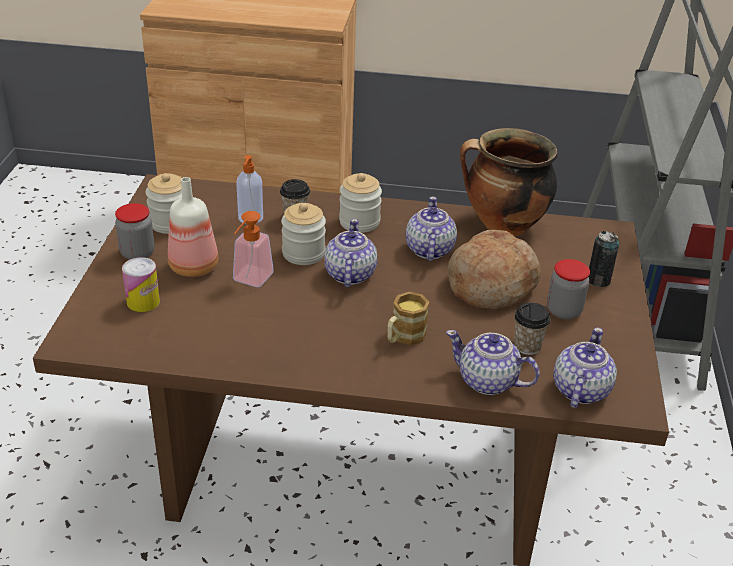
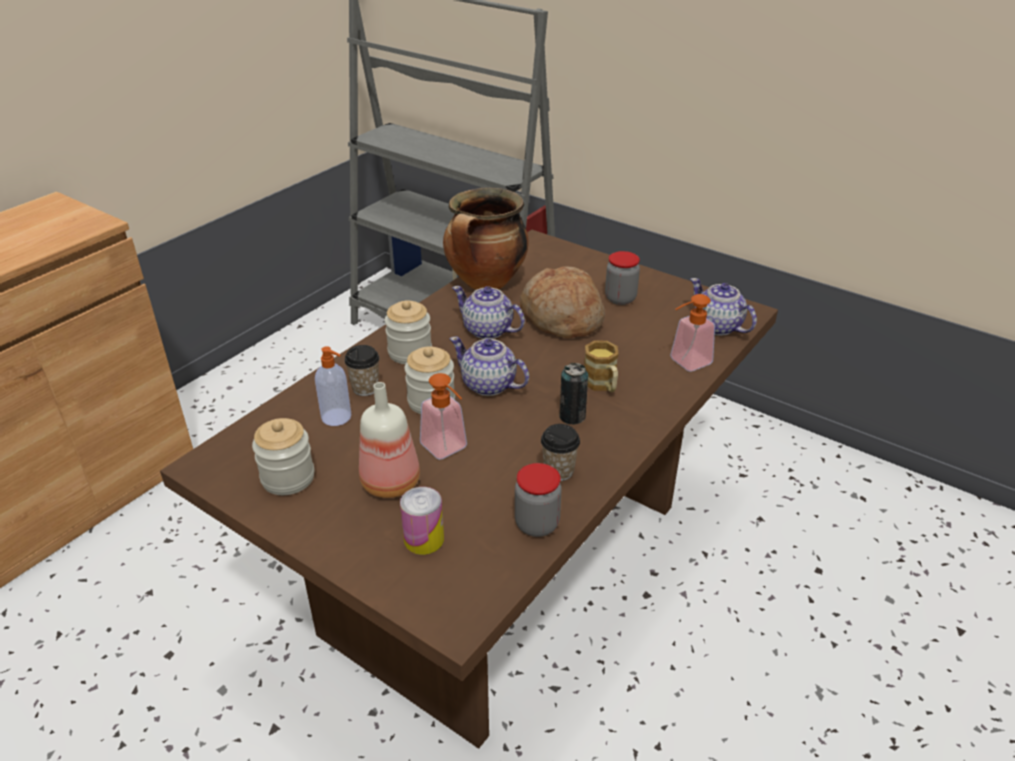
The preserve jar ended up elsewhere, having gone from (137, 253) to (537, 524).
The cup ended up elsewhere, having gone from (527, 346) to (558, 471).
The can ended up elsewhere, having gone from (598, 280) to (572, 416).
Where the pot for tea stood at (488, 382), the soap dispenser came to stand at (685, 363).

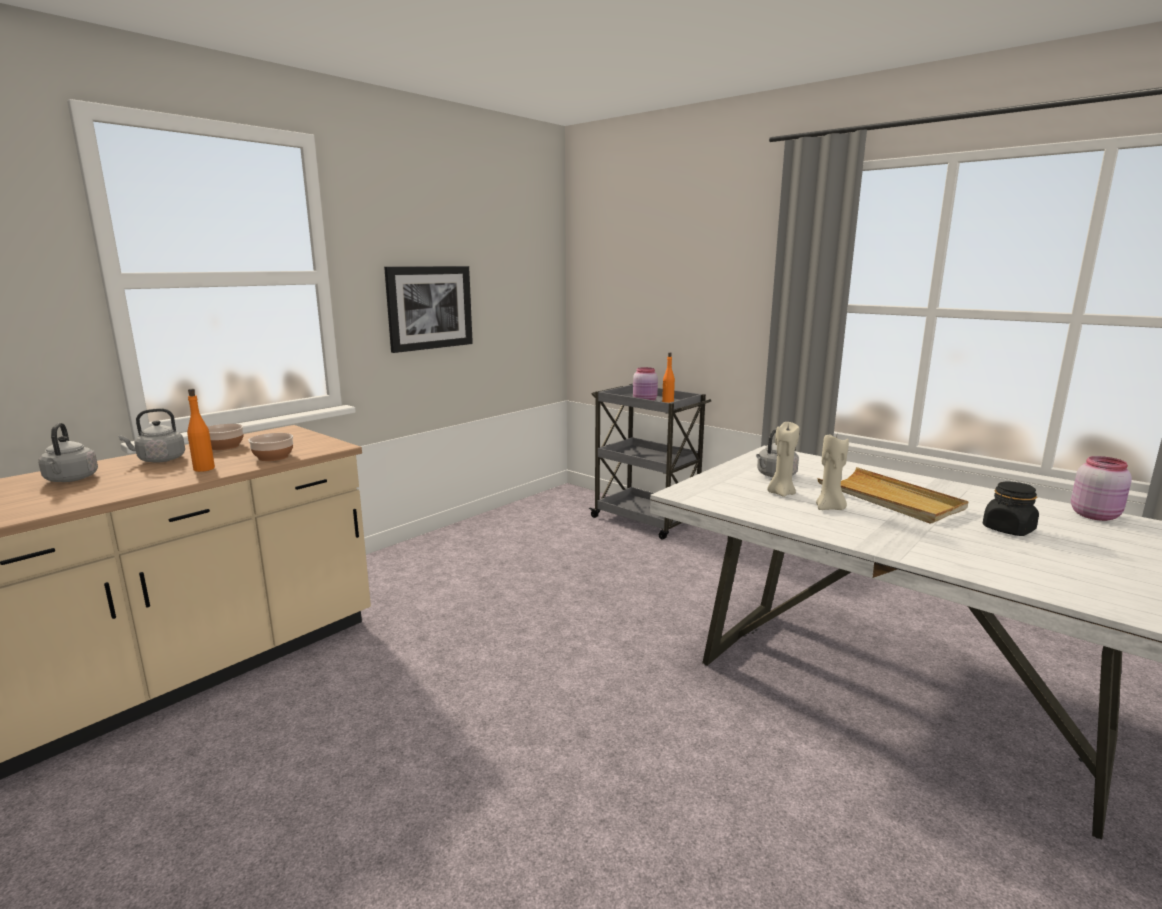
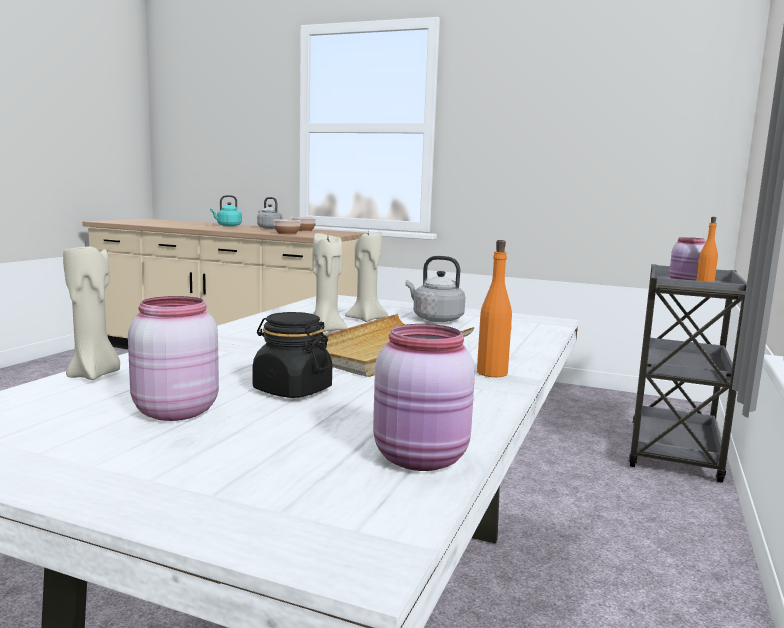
The second view gained the beige candle at (94, 375).
The second view gained the pinkish preserve jar at (173, 411).
What was the gray kettle at (71, 479) turned into the blue-green kettle at (228, 226).
The orange-coloured drink bottle ended up elsewhere, having gone from (204, 468) to (492, 373).
The second view lost the wall picture at (429, 307).

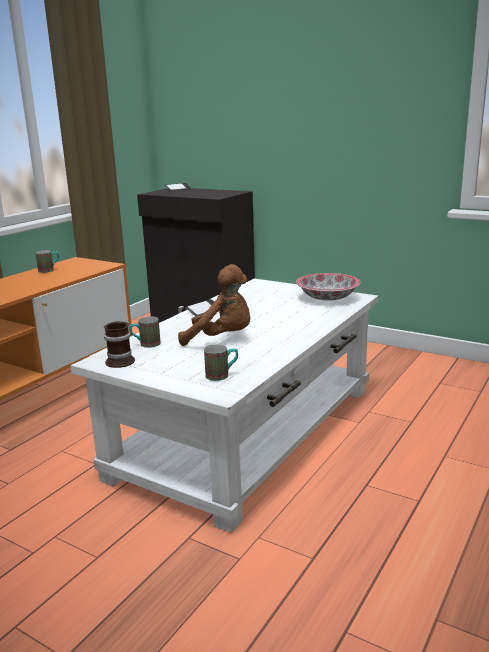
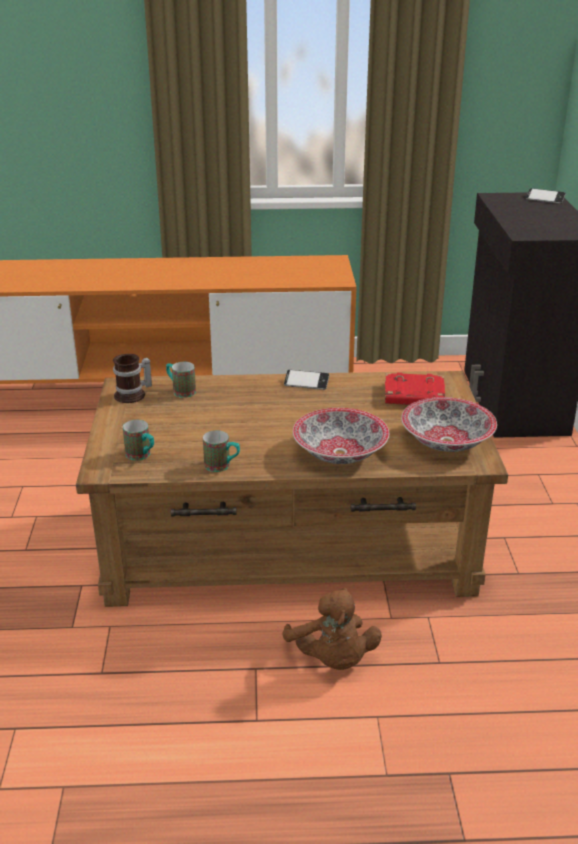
What was the white low table at (247, 431) turned into the brownish low table at (287, 544).
The coffee mug ended up elsewhere, having gone from (49, 270) to (222, 466).
The brownish soft toy ended up elsewhere, having gone from (221, 338) to (332, 660).
The second view gained the serving bowl at (339, 453).
The second view gained the reddish volume at (413, 396).

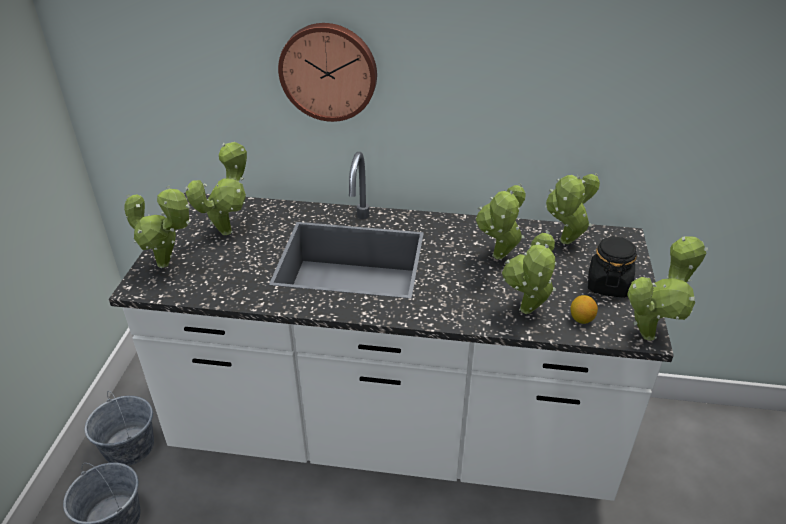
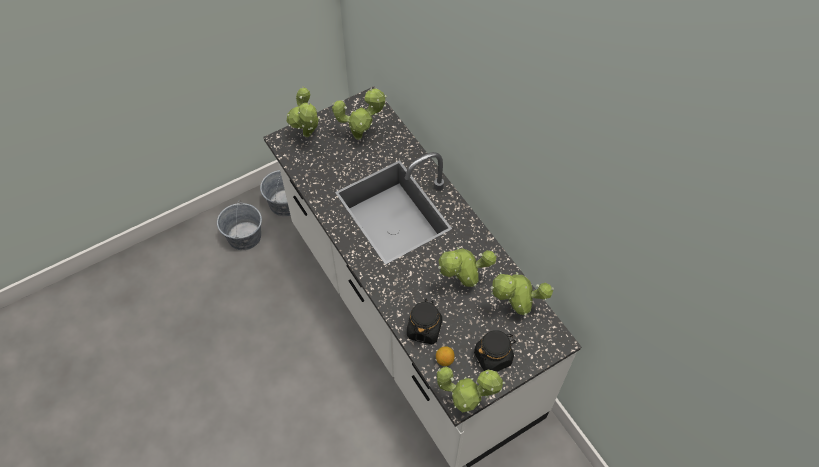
Where the potted plant stood at (526, 313), the blackish preserve jar came to stand at (424, 329).
The second view lost the clock on the wall at (329, 71).

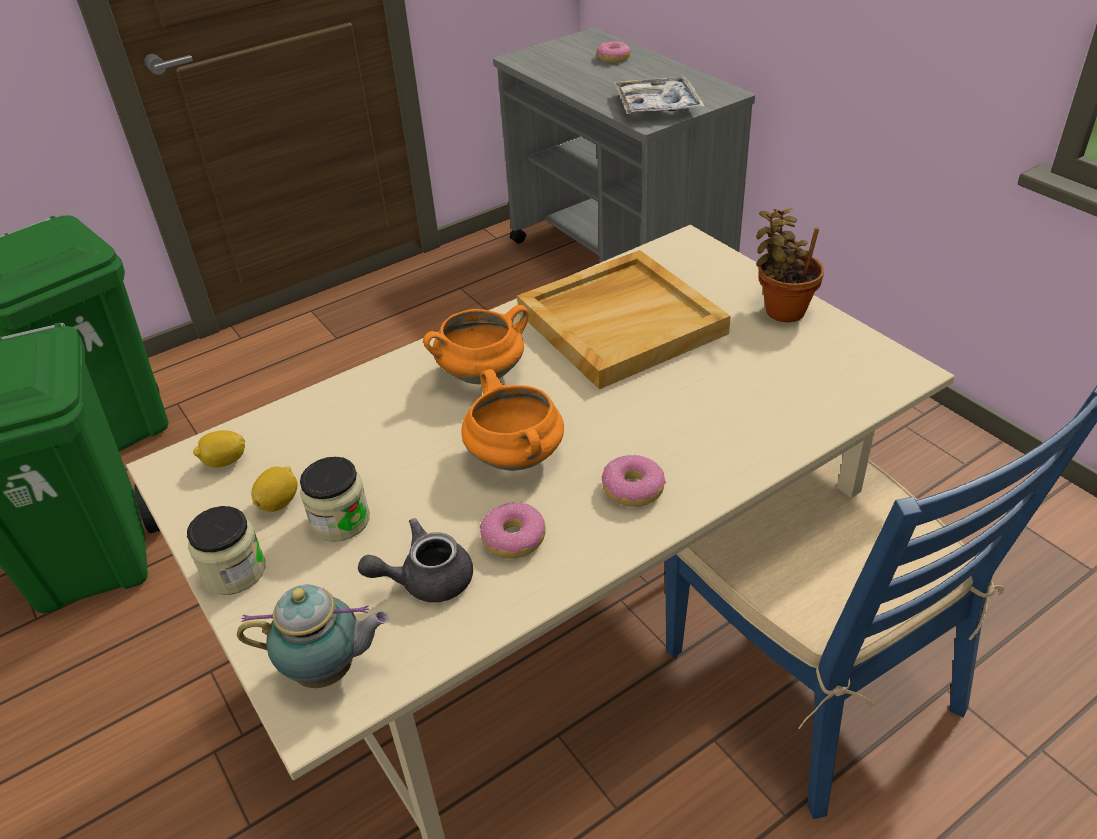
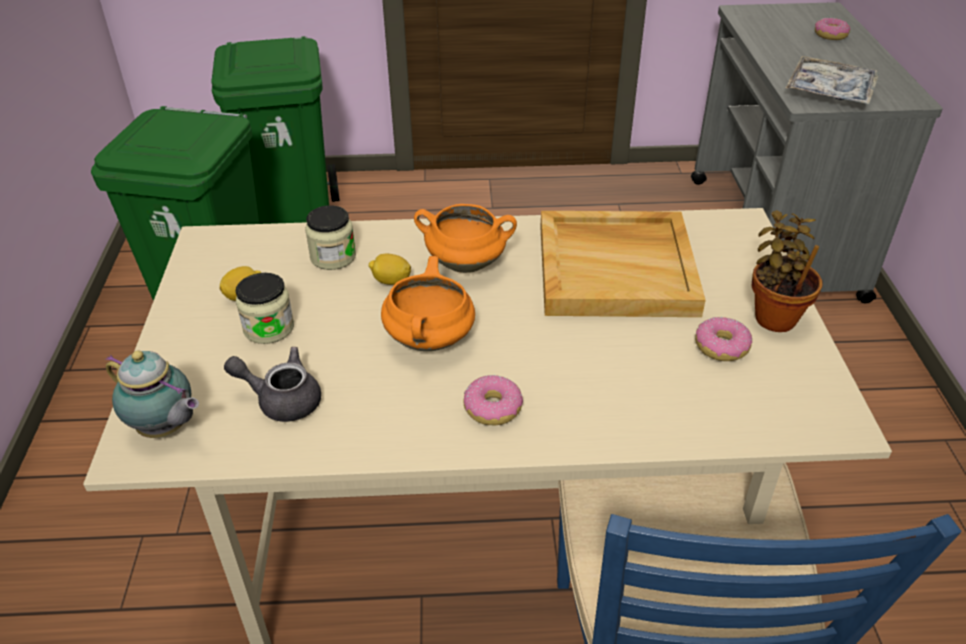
The preserve jar ended up elsewhere, having gone from (234, 571) to (333, 257).
The whole lemon ended up elsewhere, having gone from (225, 462) to (391, 281).
The ring doughnut ended up elsewhere, having gone from (514, 539) to (721, 347).

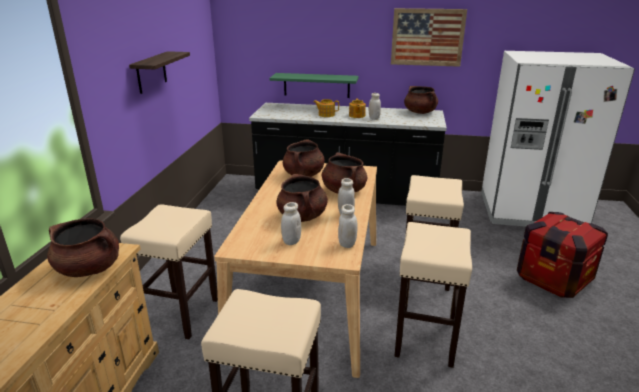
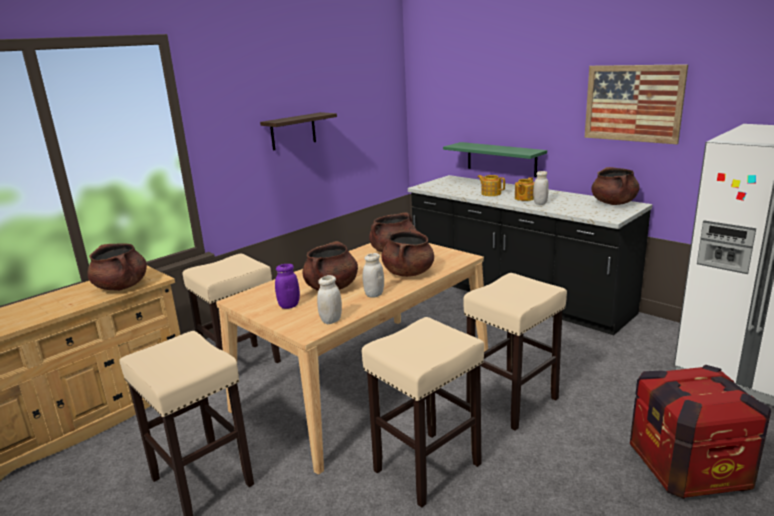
What was the white preserve jar at (291, 241) turned into the purple preserve jar at (289, 305).

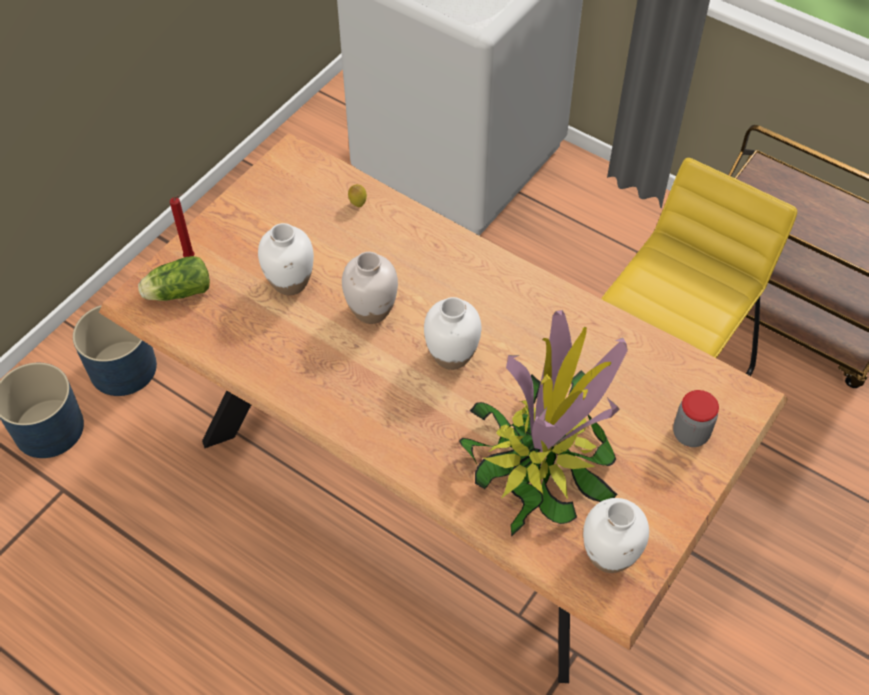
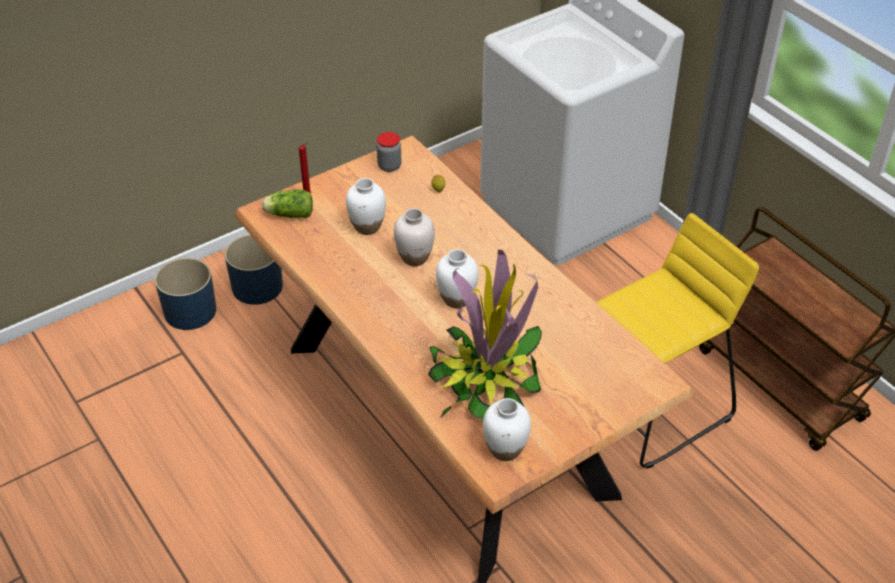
The preserve jar ended up elsewhere, having gone from (690, 434) to (389, 166).

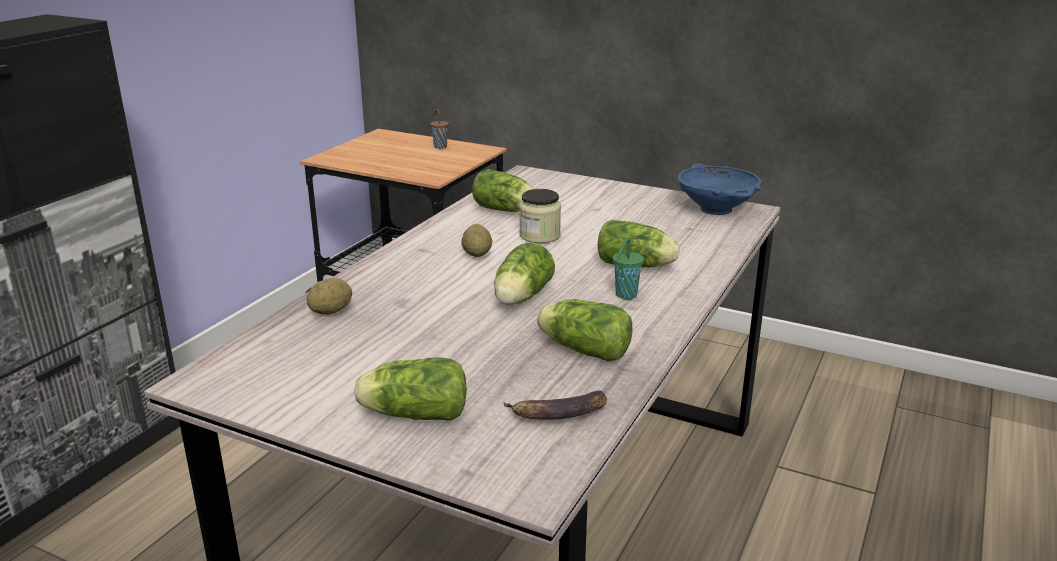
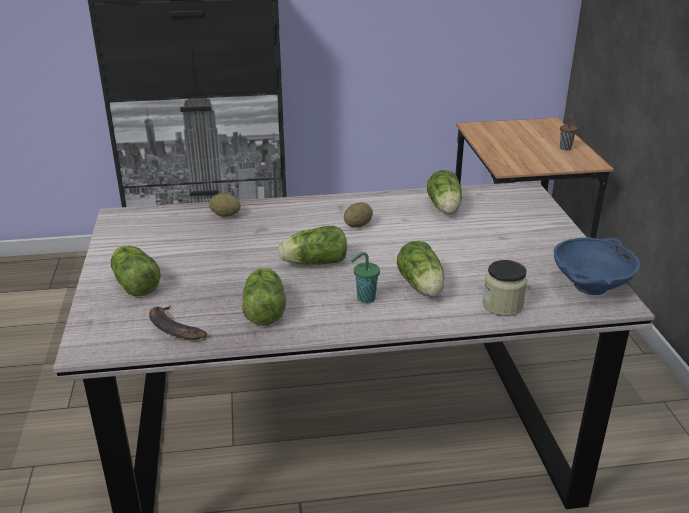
The preserve jar ended up elsewhere, having gone from (539, 236) to (502, 305).

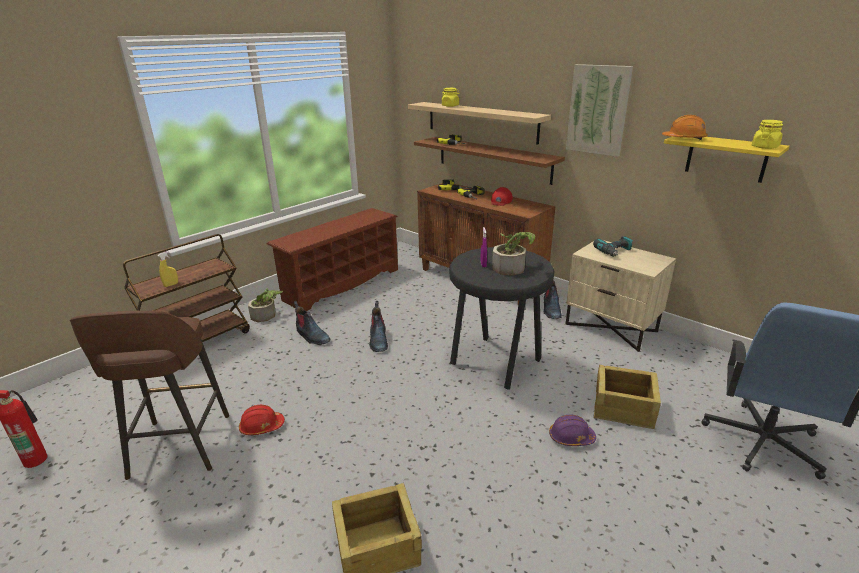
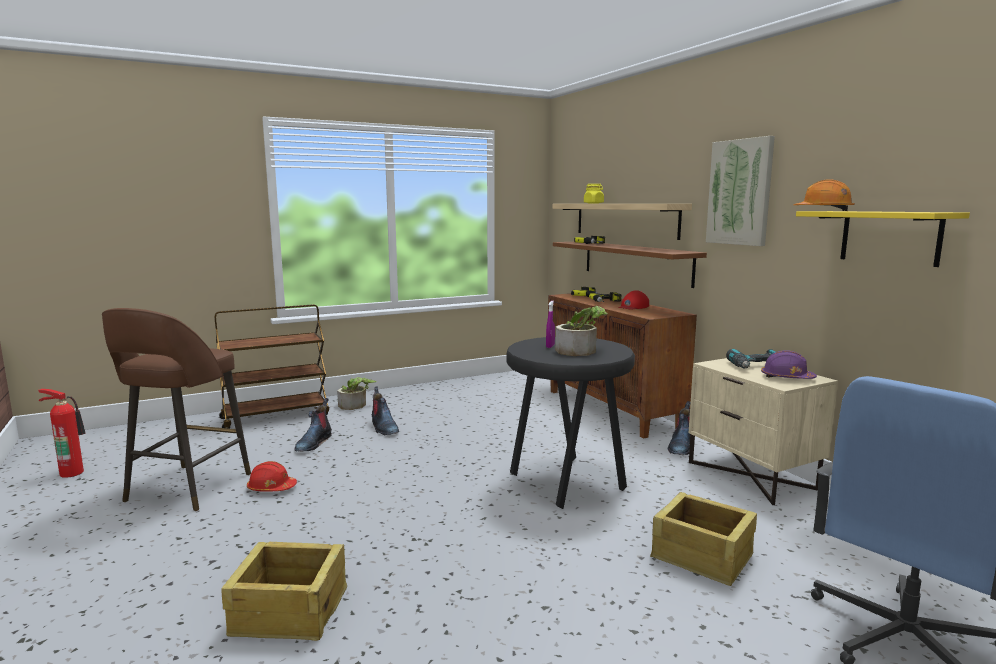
The tall boot ended up elsewhere, having gone from (378, 340) to (313, 443).
The purple safety helmet ended up elsewhere, having gone from (571, 438) to (786, 378).
The second view lost the yellowish hand sprayer at (171, 285).
The second view lost the brownish shoe rack at (341, 284).
The second view lost the yellowish preserve jar at (765, 147).

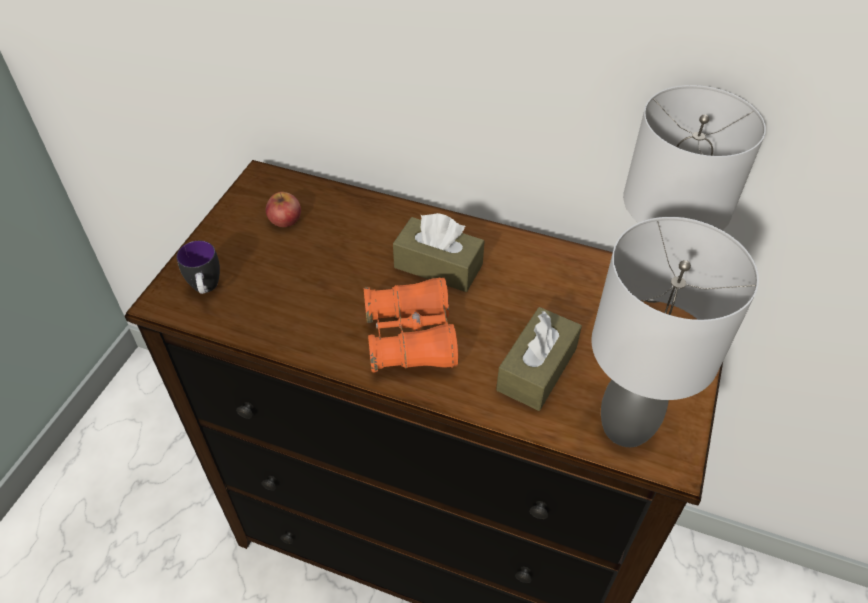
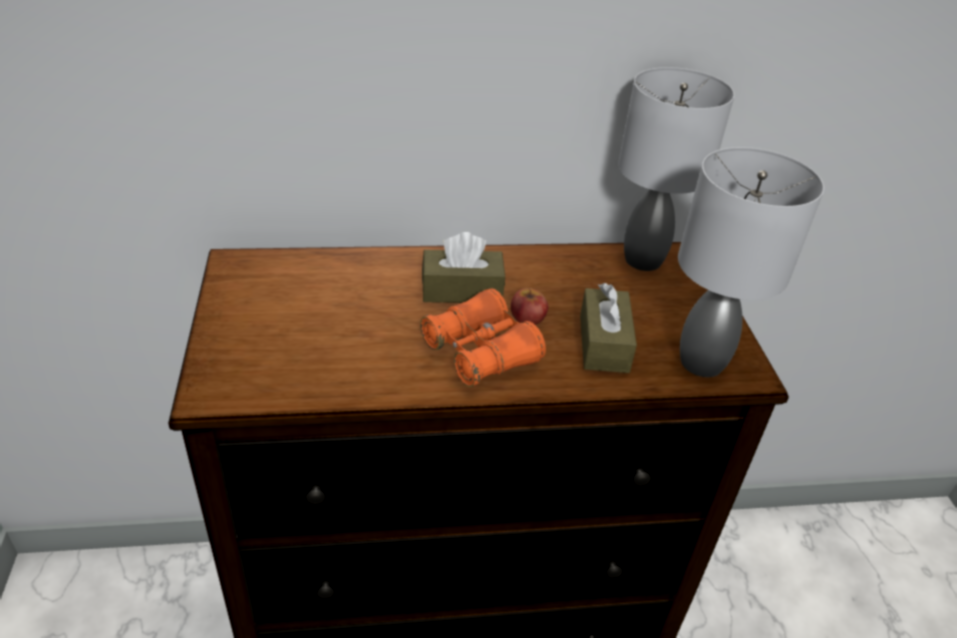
The apple fruit ended up elsewhere, having gone from (285, 219) to (527, 317).
The second view lost the coffee mug at (206, 290).

